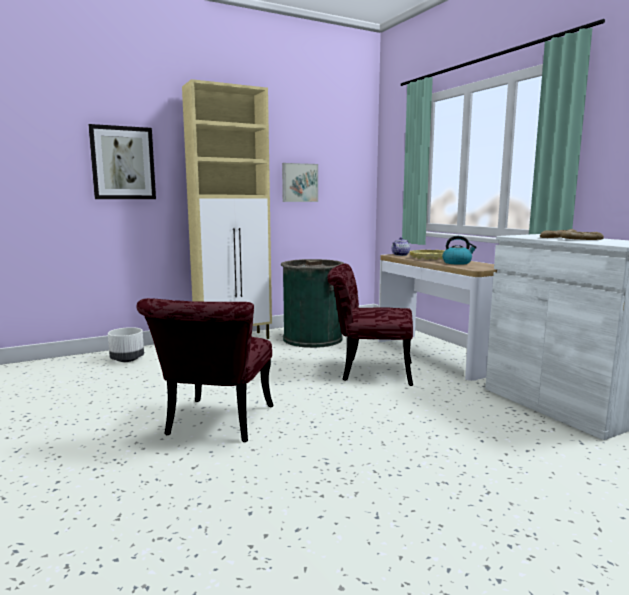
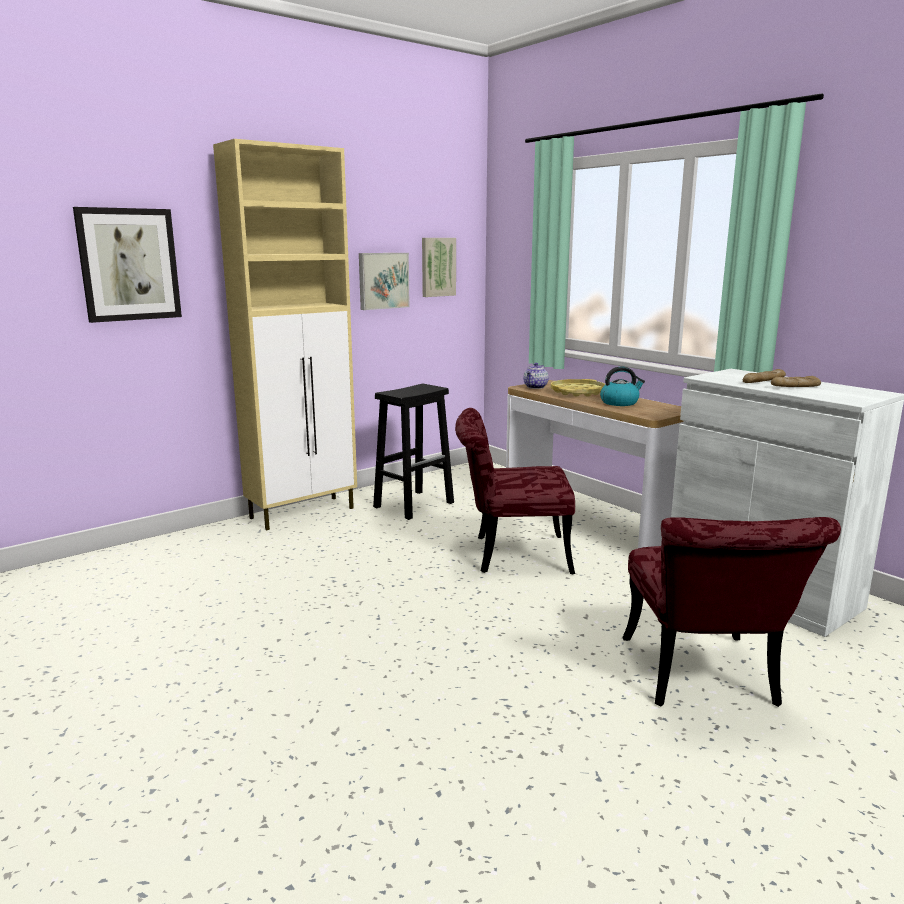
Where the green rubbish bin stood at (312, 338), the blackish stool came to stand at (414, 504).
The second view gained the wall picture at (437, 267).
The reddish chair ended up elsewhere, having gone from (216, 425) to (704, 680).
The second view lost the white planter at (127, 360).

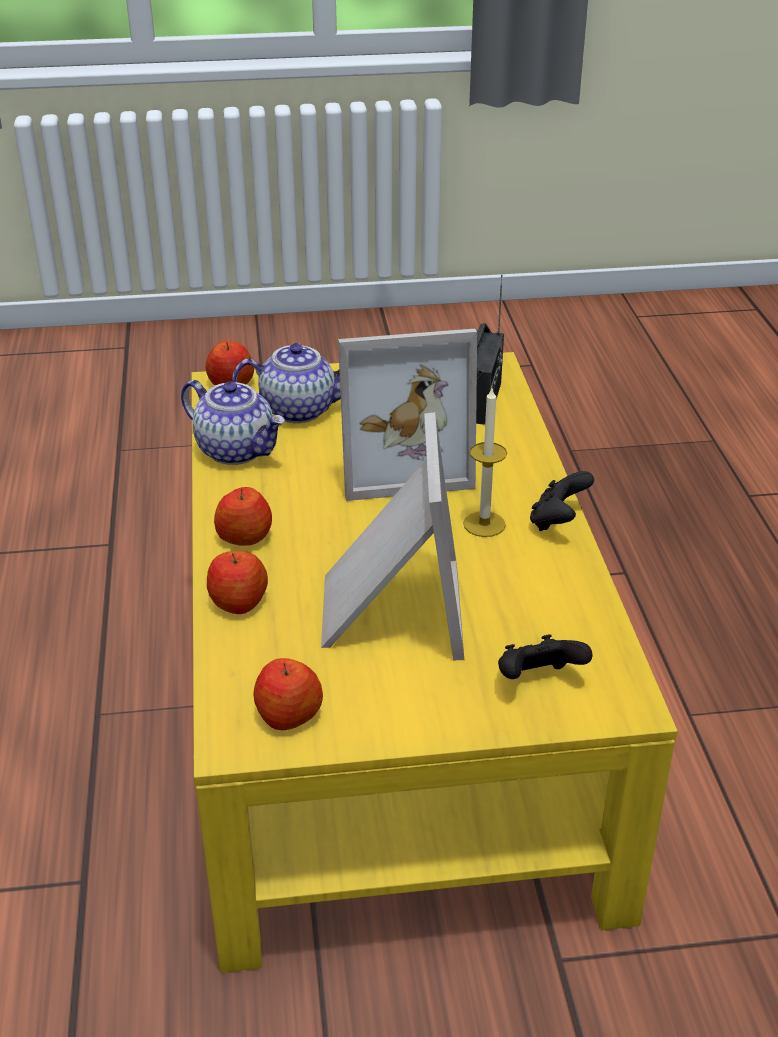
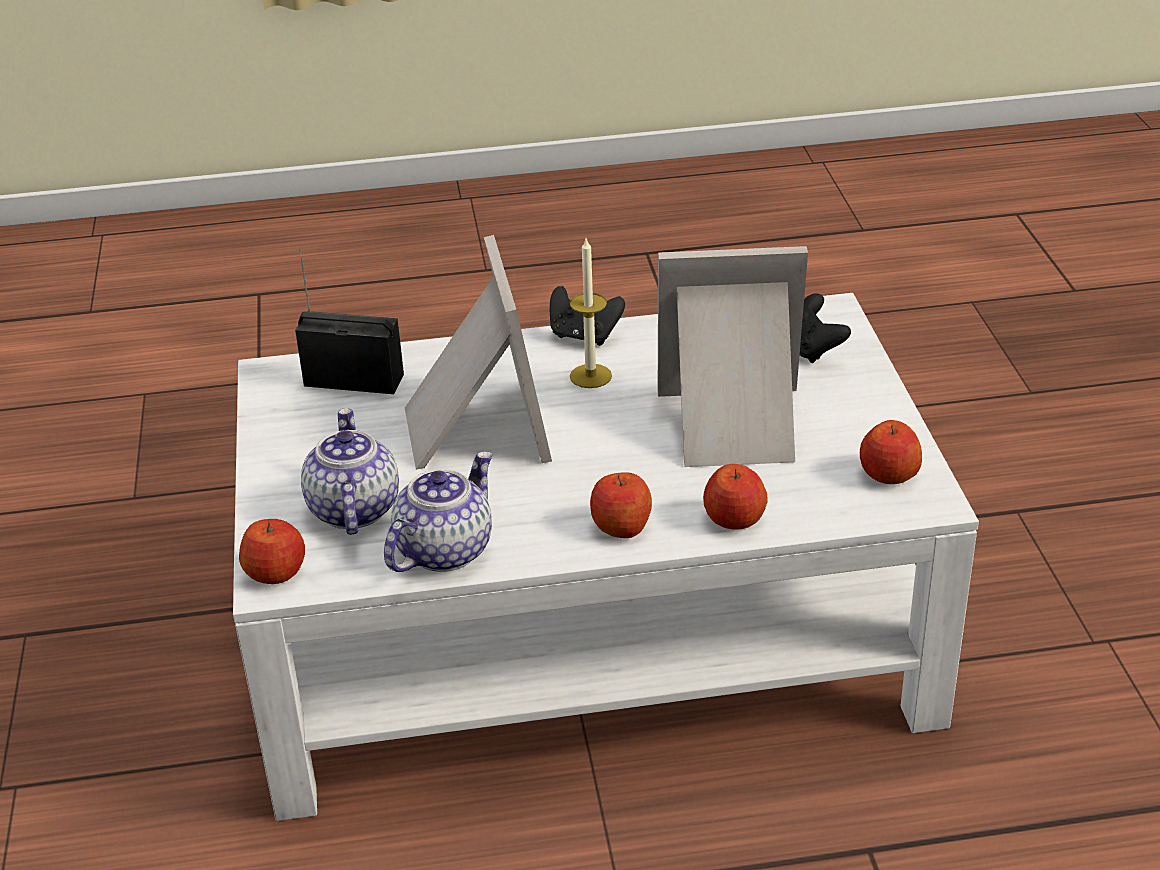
What was the yellowish low table at (387, 700) turned into the white low table at (584, 636).

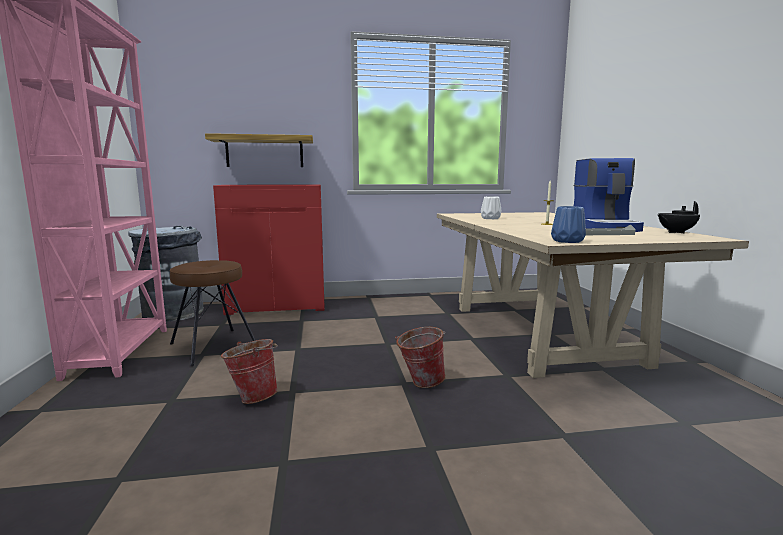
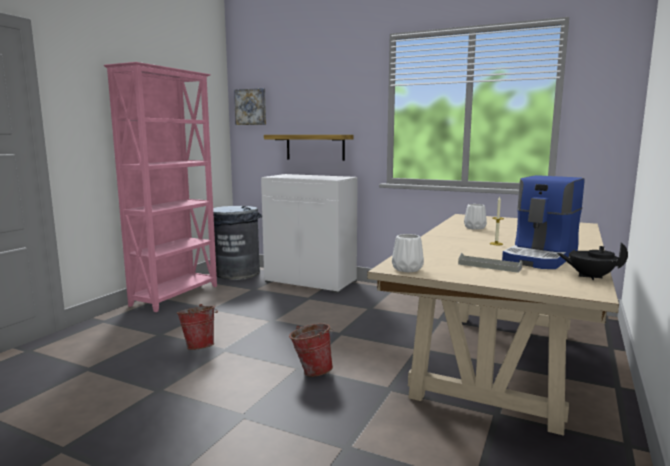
The second view gained the wall picture at (251, 107).
What was the reddish cupboard at (277, 305) turned into the white cupboard at (311, 281).
What was the blue flower vase at (566, 241) turned into the white flower vase at (406, 269).
The second view lost the brownish stool at (213, 346).

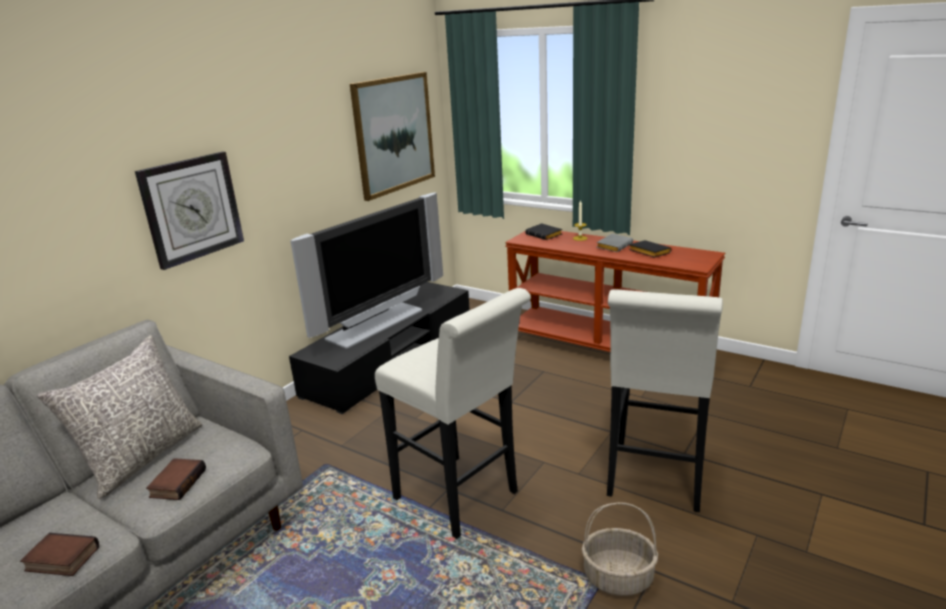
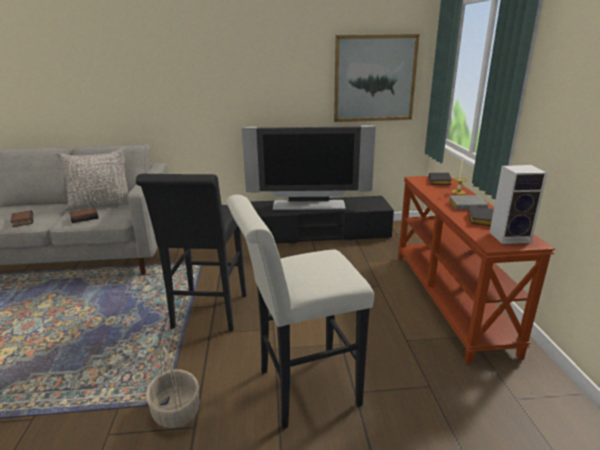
What was the white stool at (462, 499) turned into the blackish stool at (208, 315).
The second view gained the speaker at (510, 237).
The second view lost the clock on the wall at (192, 208).

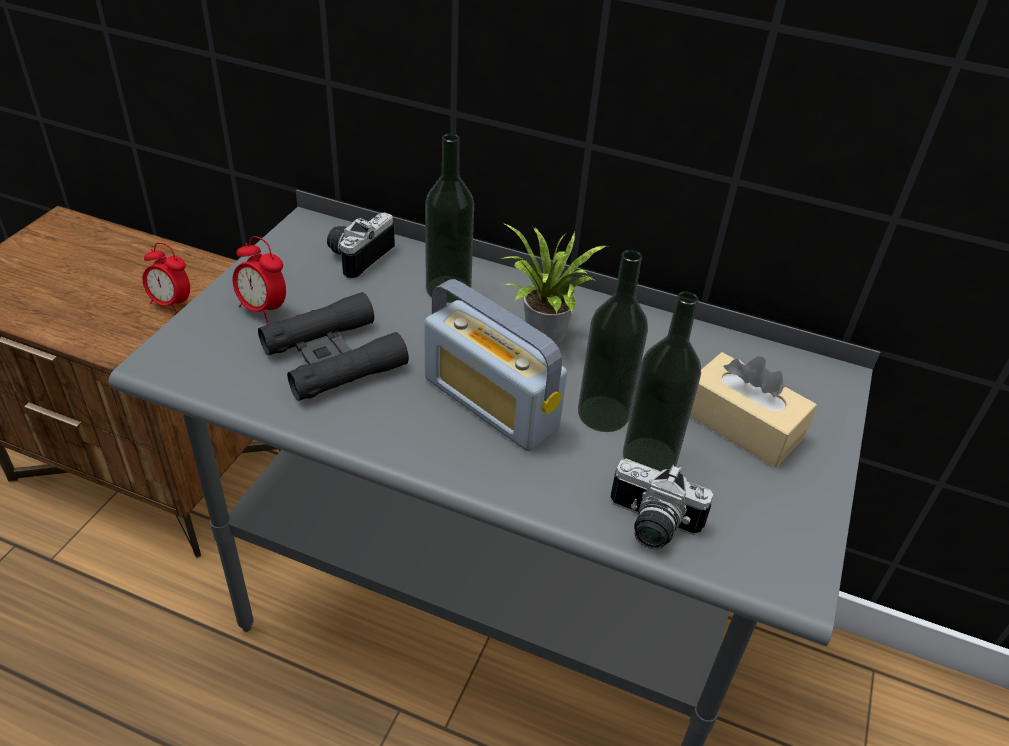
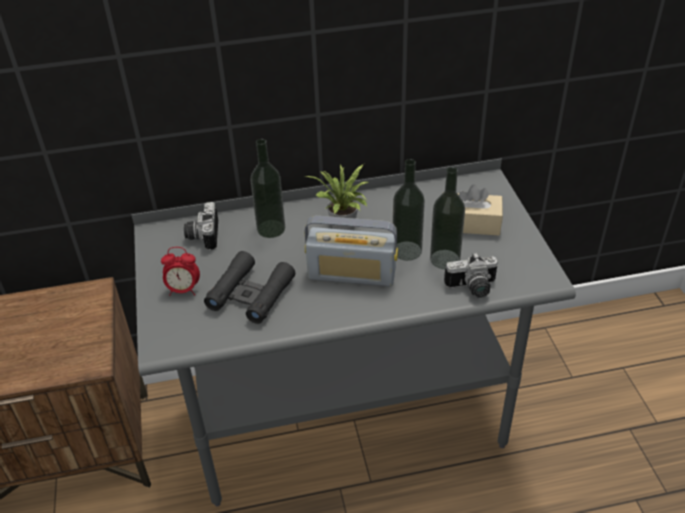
The second view lost the bedside clock at (171, 304).

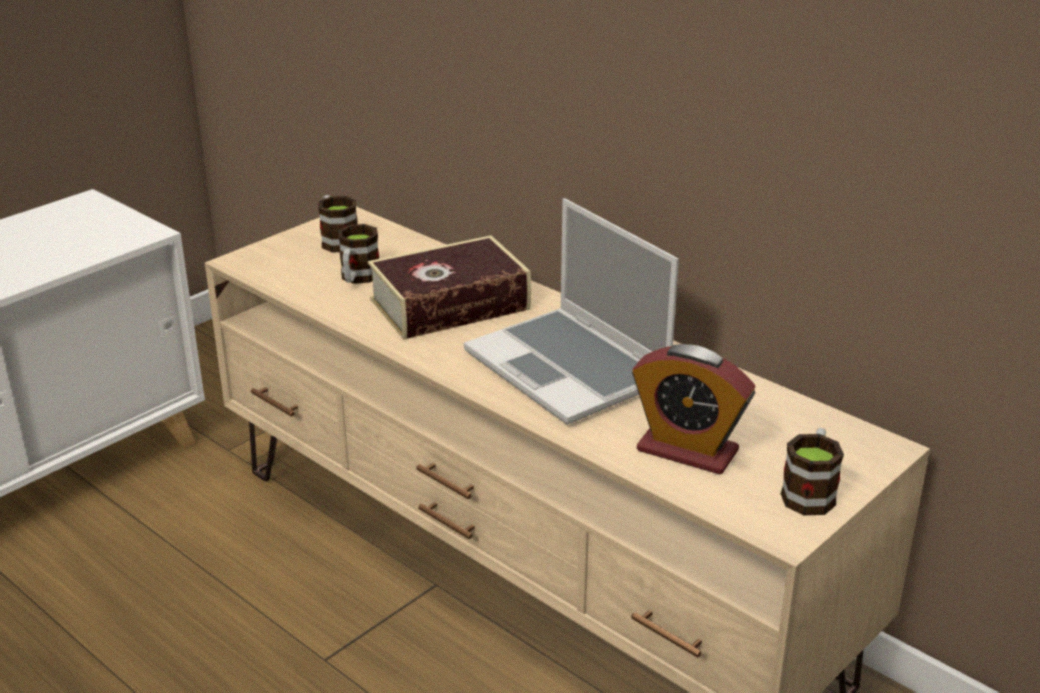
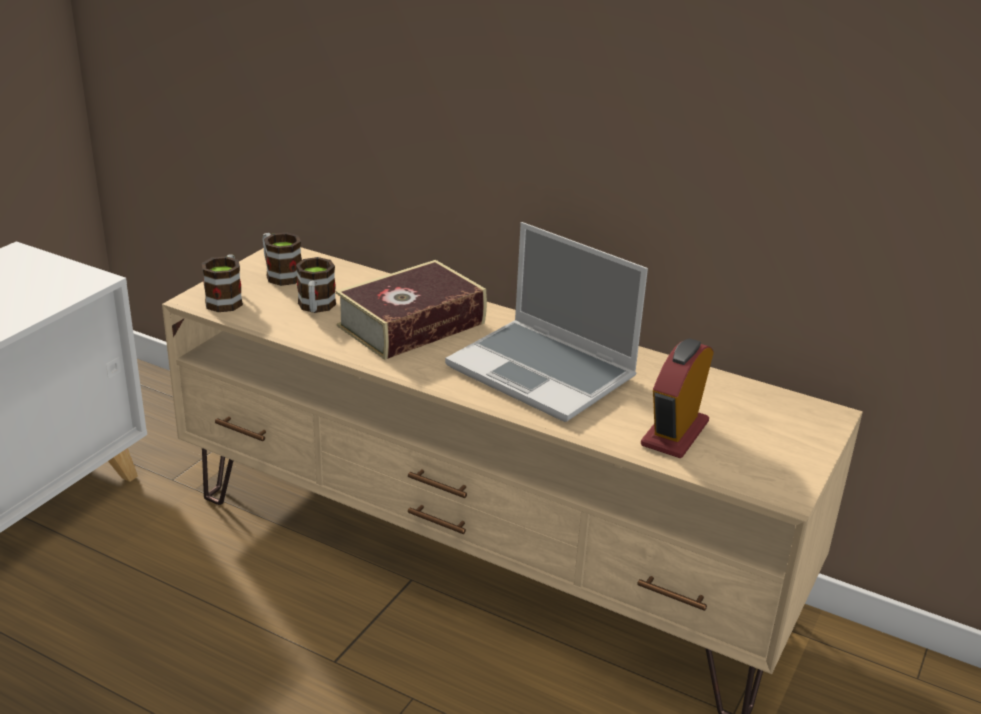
The coffee mug ended up elsewhere, having gone from (810, 492) to (226, 299).
The bedside clock at (687, 450) ended up facing another way, 105 degrees clockwise from before.

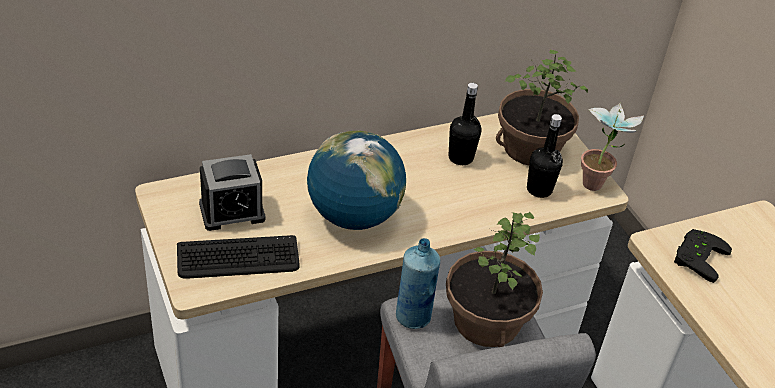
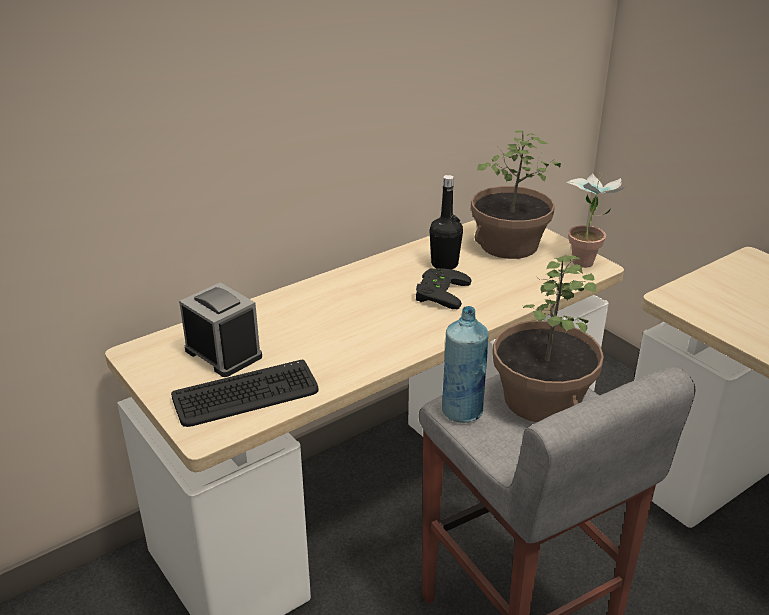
The bedside clock at (232, 212) ended up facing another way, 105 degrees counterclockwise from before.
The blackish joypad ended up elsewhere, having gone from (696, 256) to (438, 292).
The second view lost the globe at (353, 216).
The second view lost the blackish drink bottle at (539, 189).

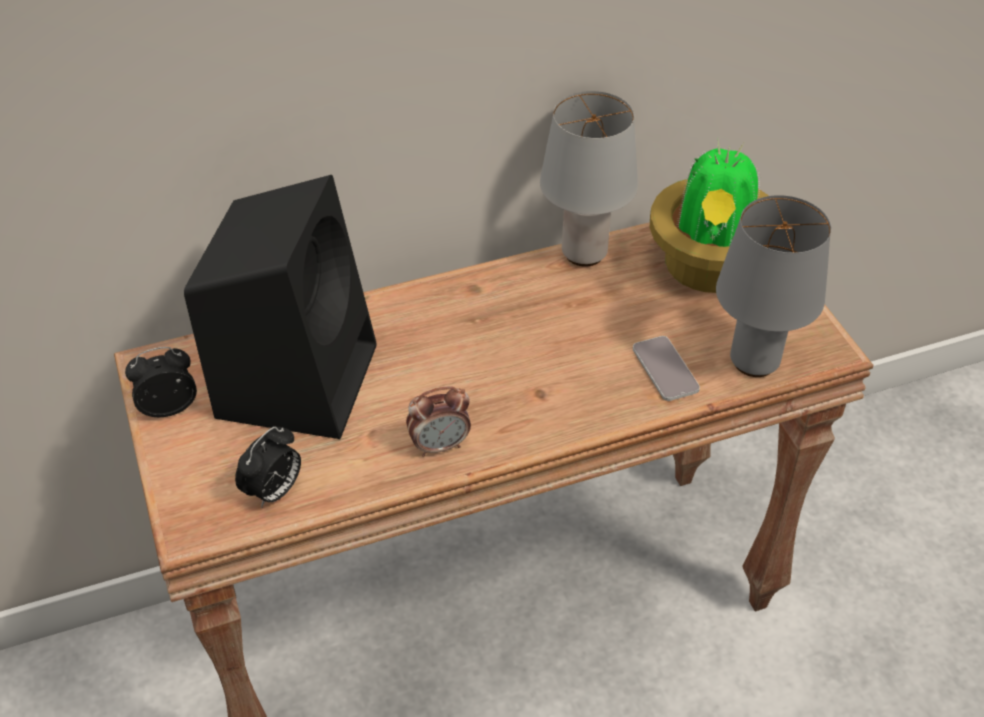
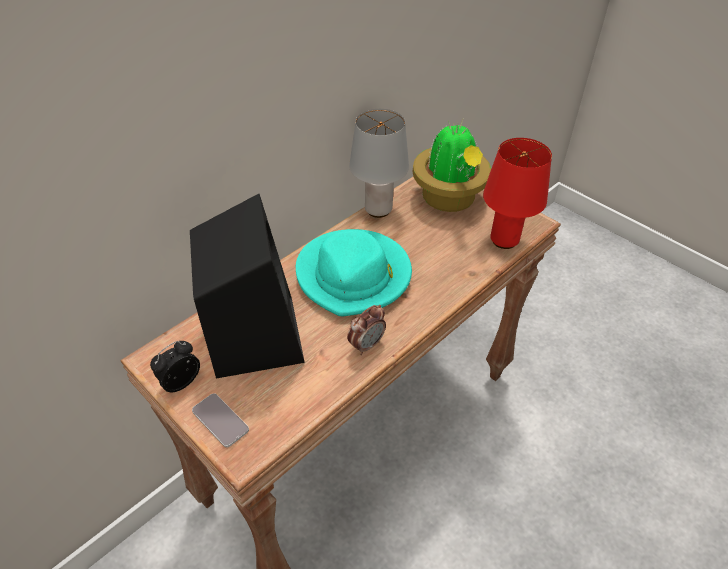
The telephone ended up elsewhere, having gone from (665, 369) to (220, 420).
The second view gained the blue-green wearable hat at (354, 275).
What was the gray lamp for a table at (755, 362) turned into the reddish lamp for a table at (505, 240).
The second view lost the bedside clock at (274, 492).

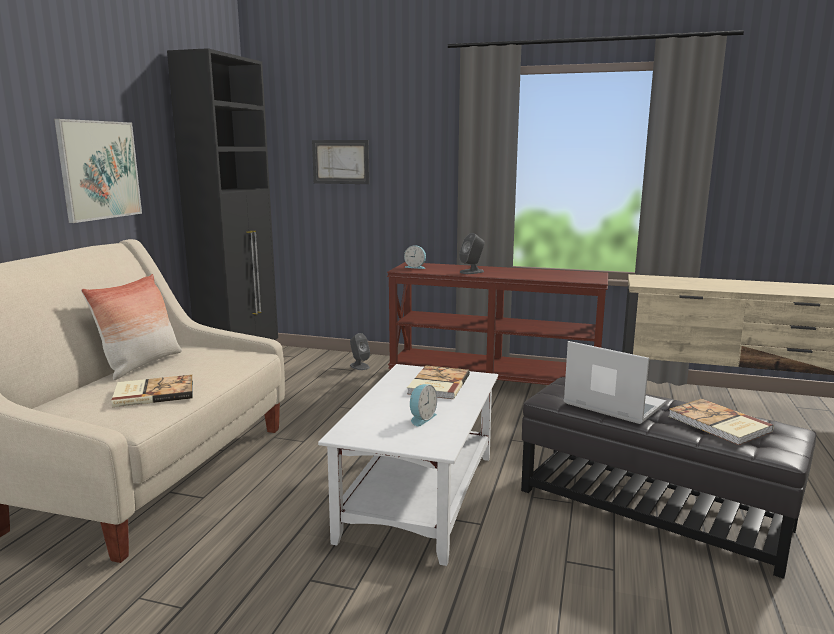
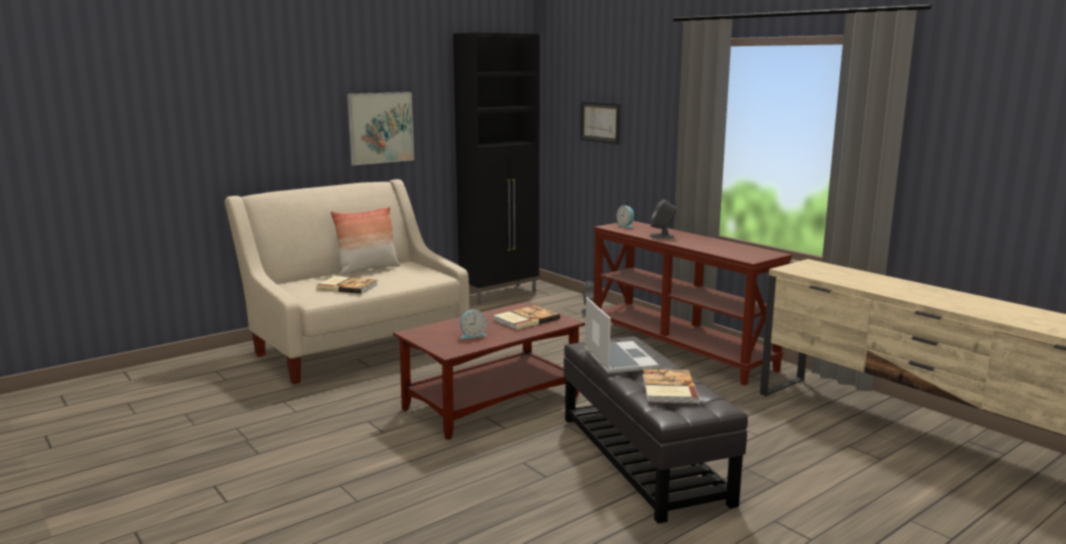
What was the white low table at (419, 495) turned into the brownish low table at (492, 402).

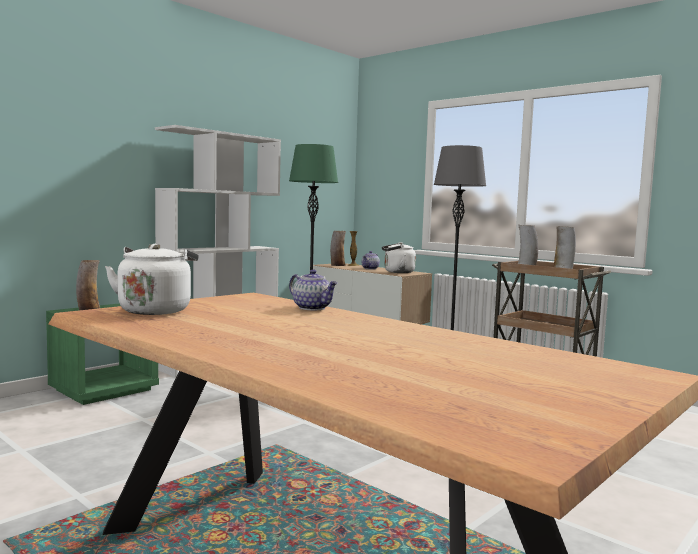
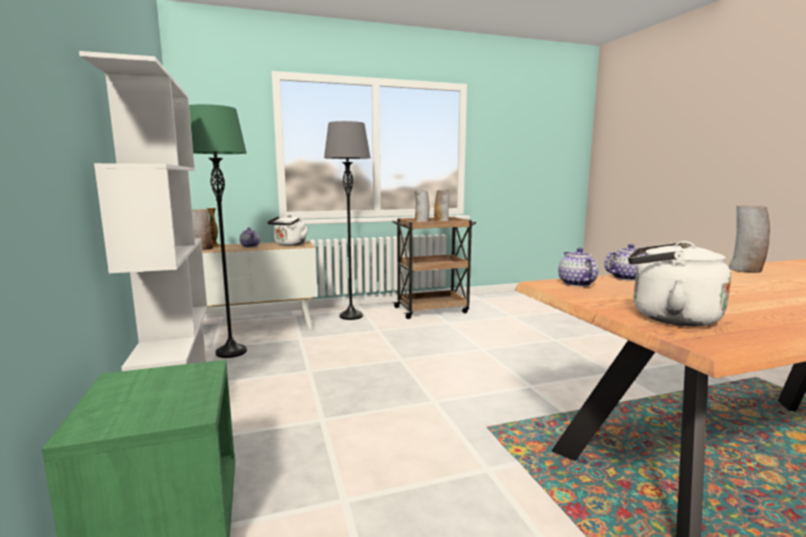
The second view gained the pot for tea at (575, 284).
The flower vase ended up elsewhere, having gone from (88, 309) to (745, 270).

